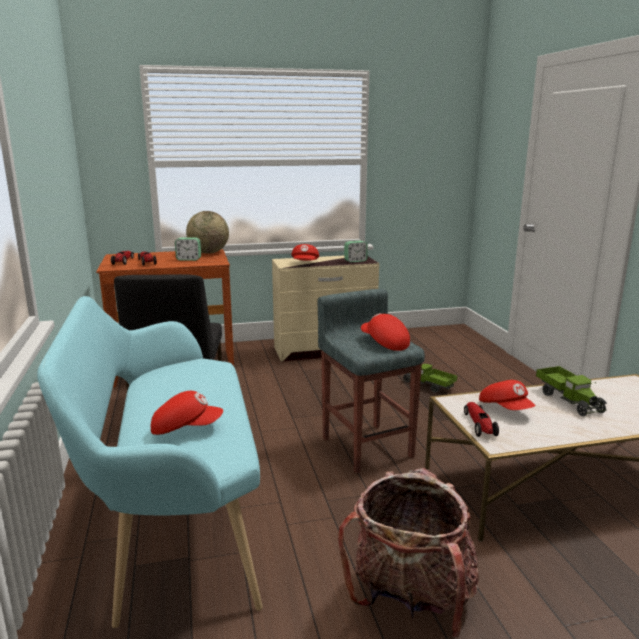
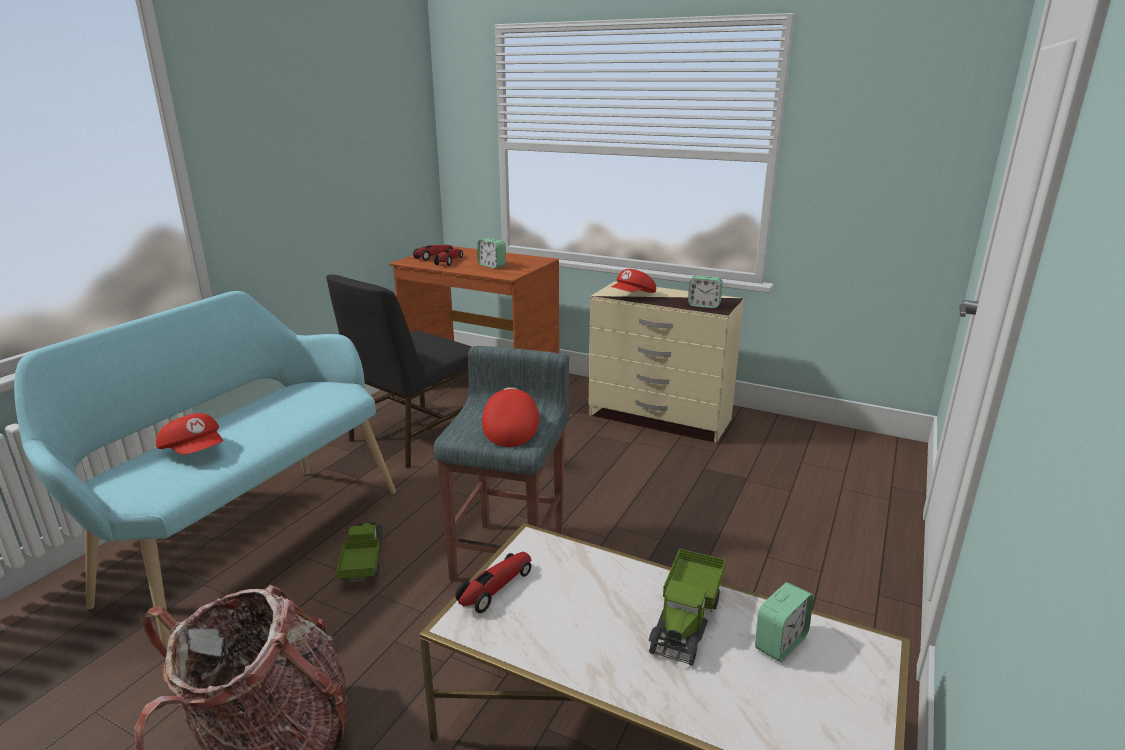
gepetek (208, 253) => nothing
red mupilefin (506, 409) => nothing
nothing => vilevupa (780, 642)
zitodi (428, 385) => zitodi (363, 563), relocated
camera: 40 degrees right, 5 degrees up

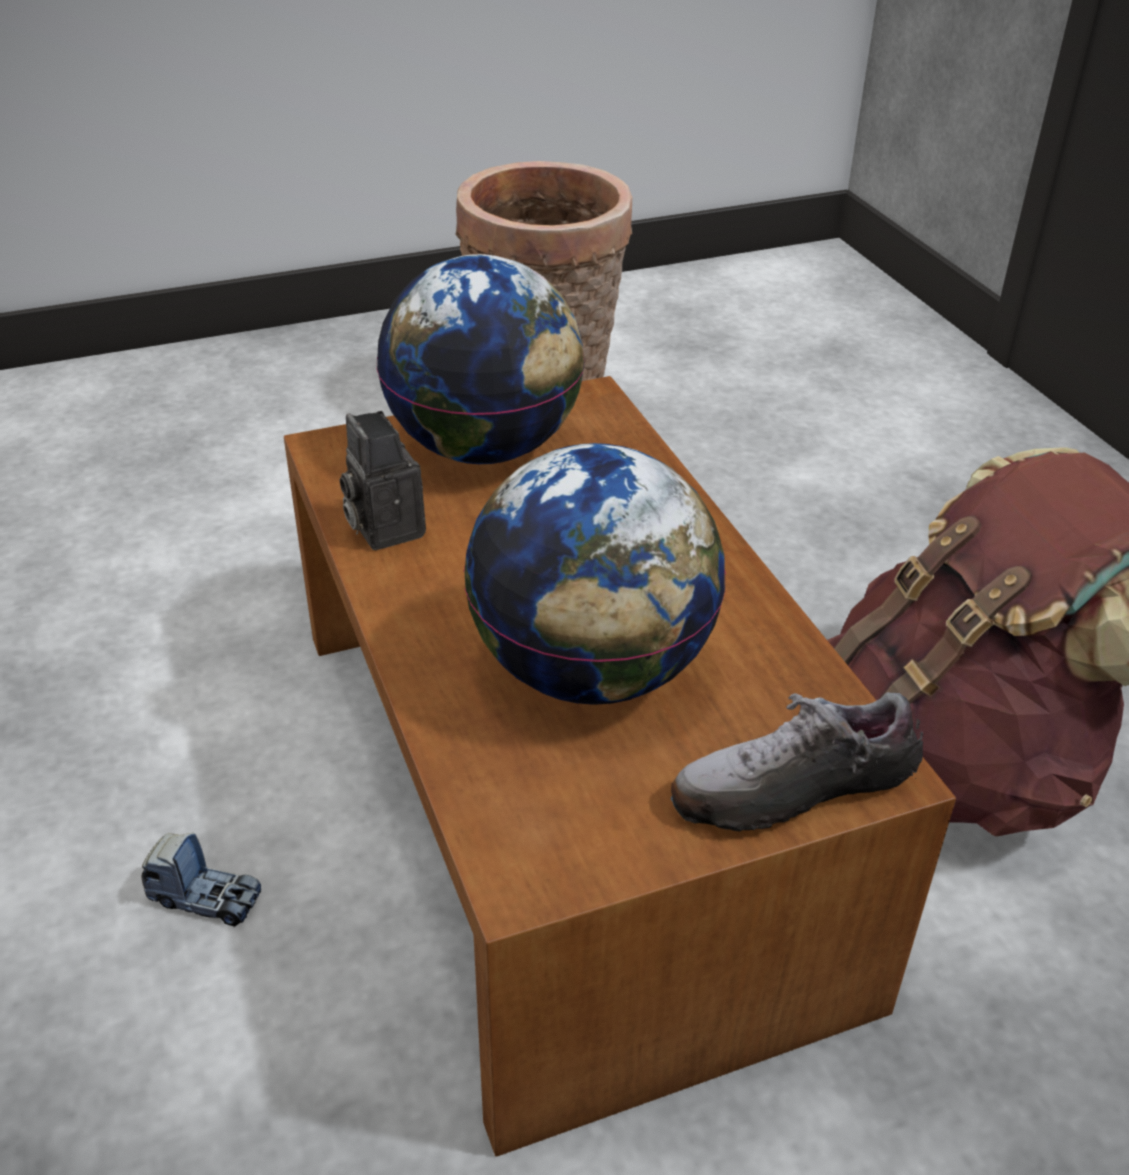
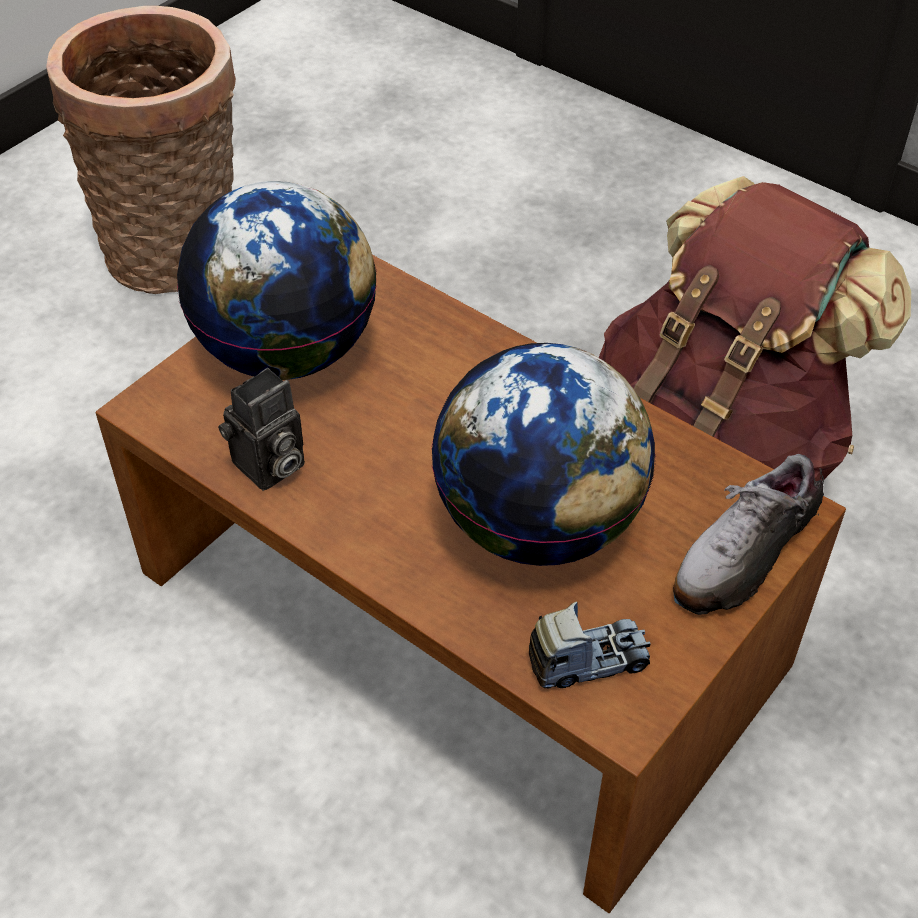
zitodi (205, 897) => zitodi (588, 661), relocated
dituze (383, 527) => dituze (268, 468), 75 degrees counterclockwise
camera: 30 degrees left, 10 degrees up

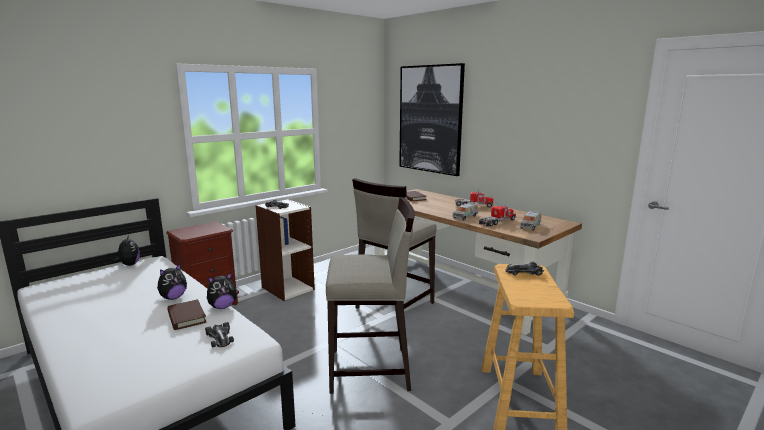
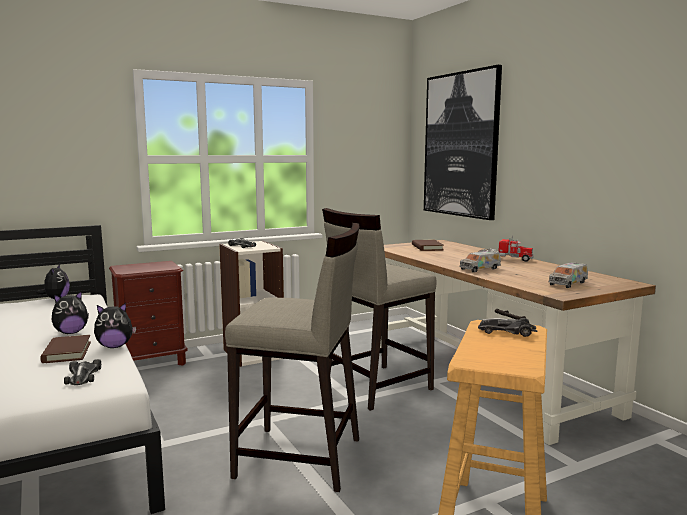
zitodi (497, 222) => nothing
camera: 15 degrees right, 5 degrees down

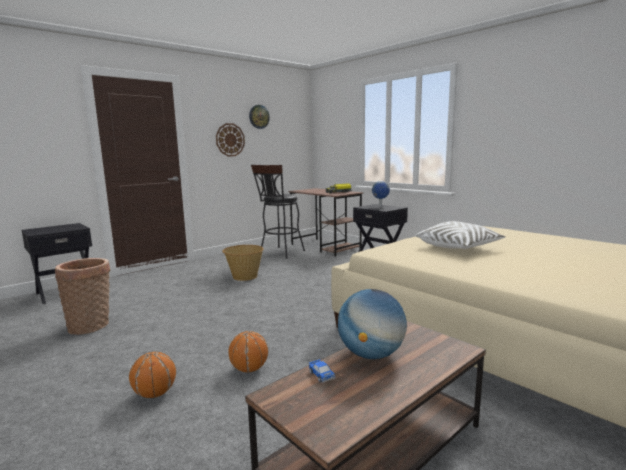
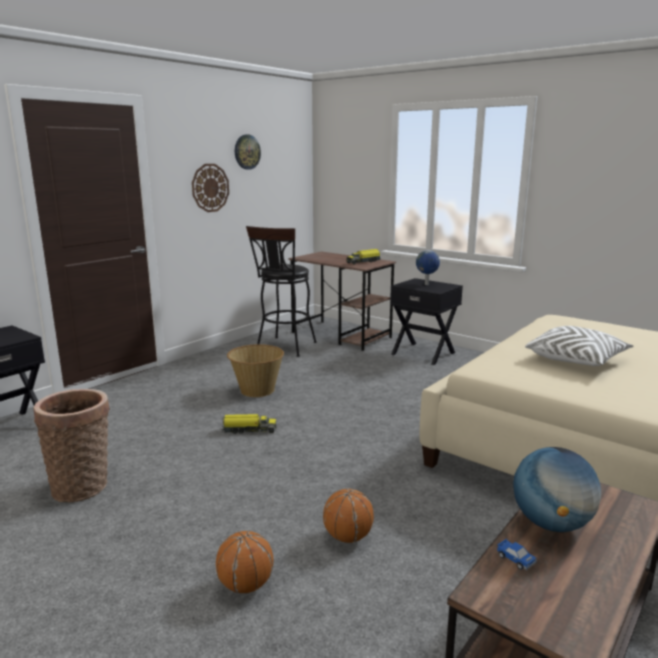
nothing => zitodi (249, 430)
camera: 10 degrees left, 5 degrees up

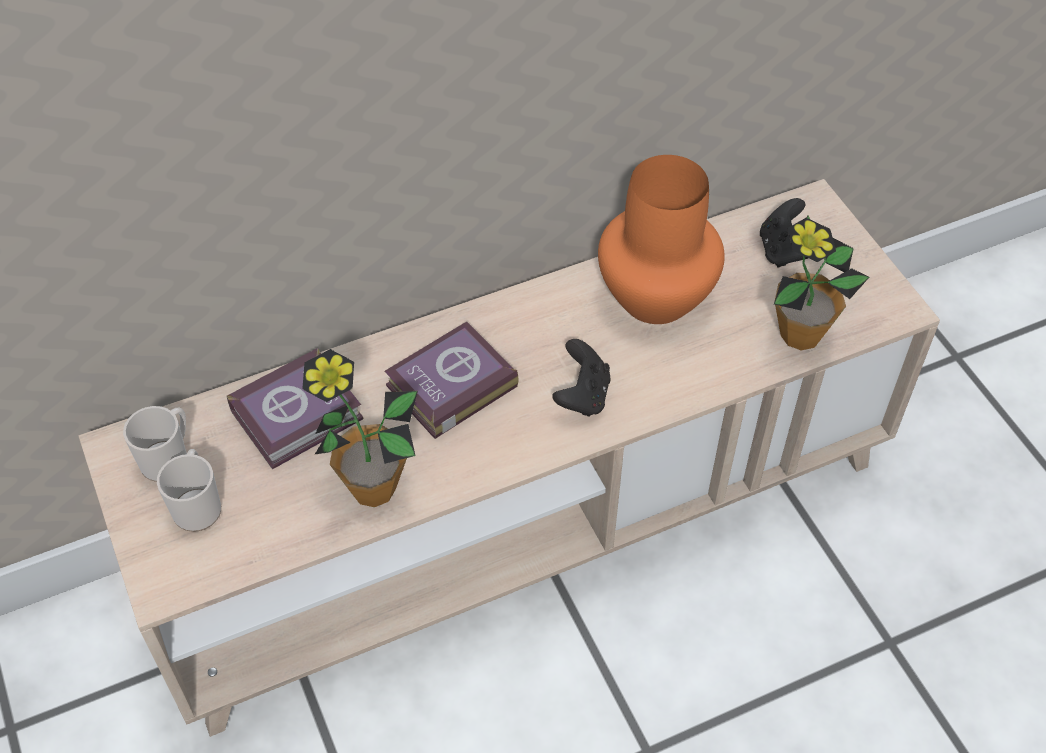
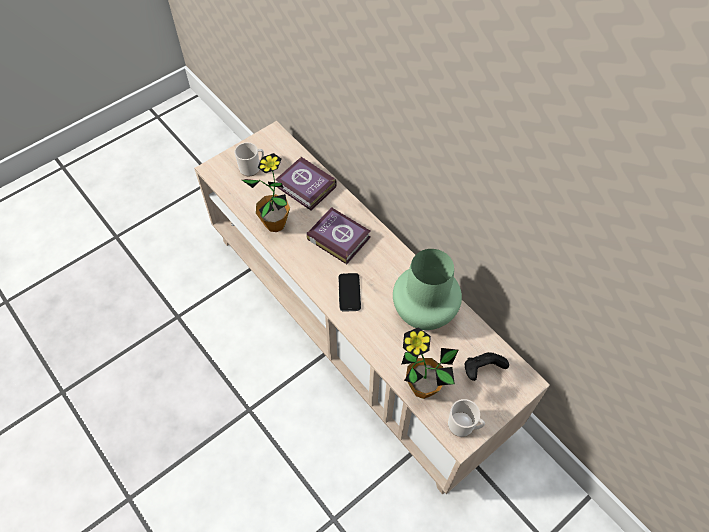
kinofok (168, 458) => kinofok (463, 426), relocated
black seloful (582, 395) => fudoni (349, 292)
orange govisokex (657, 296) => green govisokex (424, 313)
camera: 75 degrees right, 5 degrees up

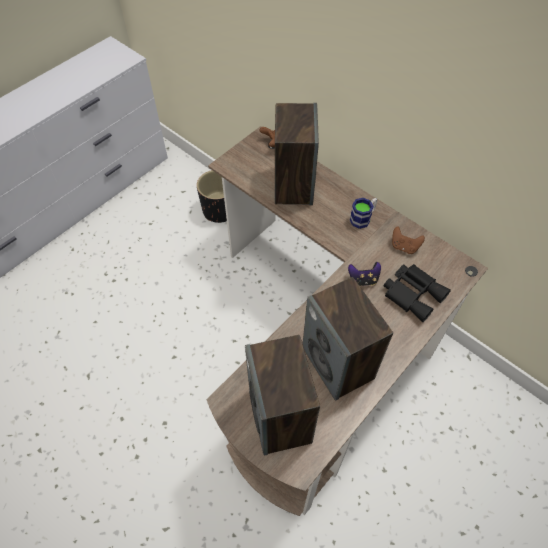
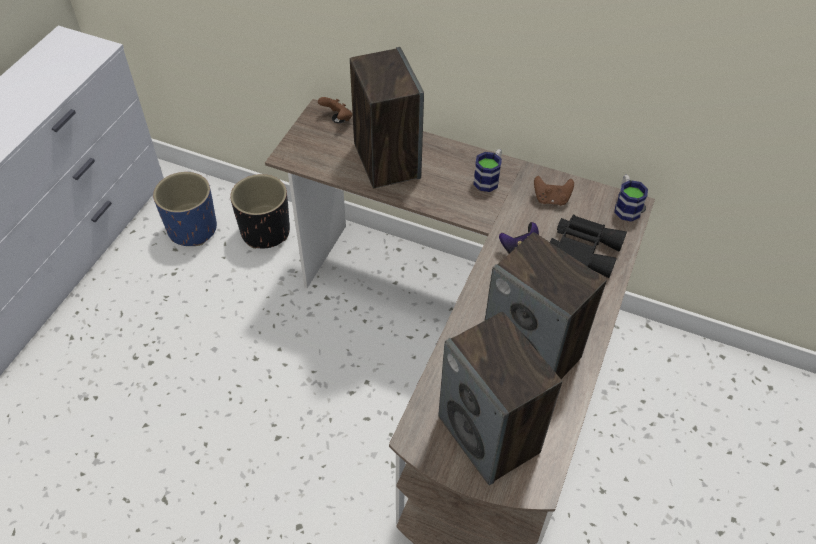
nothing => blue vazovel (192, 229)
nothing => kinofok (625, 206)
camera: 20 degrees left, 5 degrees down

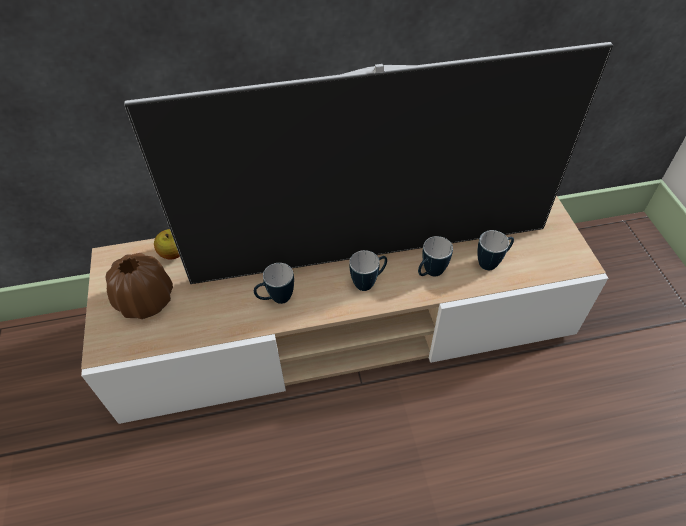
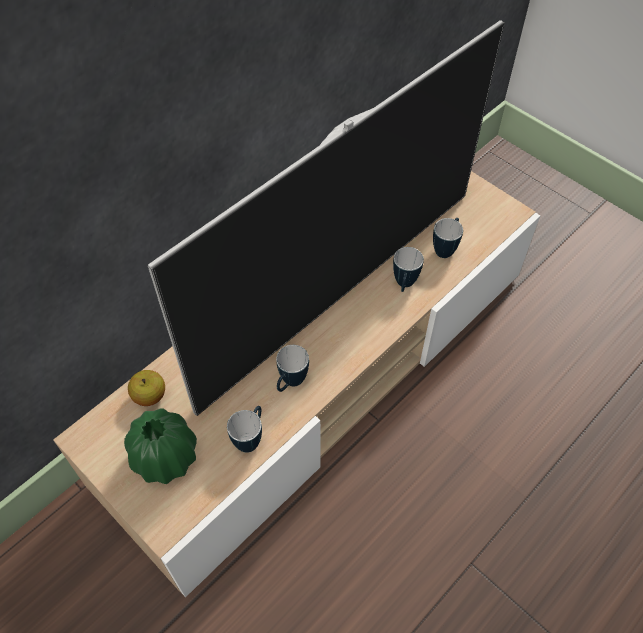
kinofok (368, 282) => kinofok (250, 438), relocated
brown govisokex (146, 301) => green govisokex (165, 458)
camera: 35 degrees left, 5 degrees up

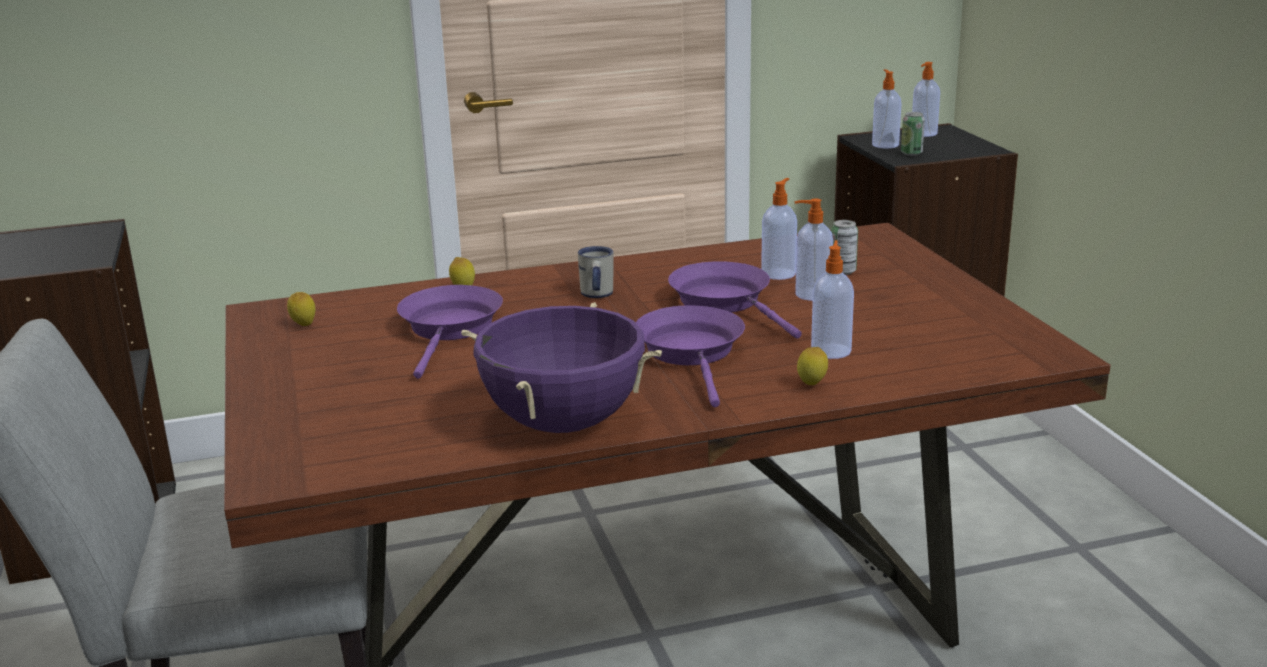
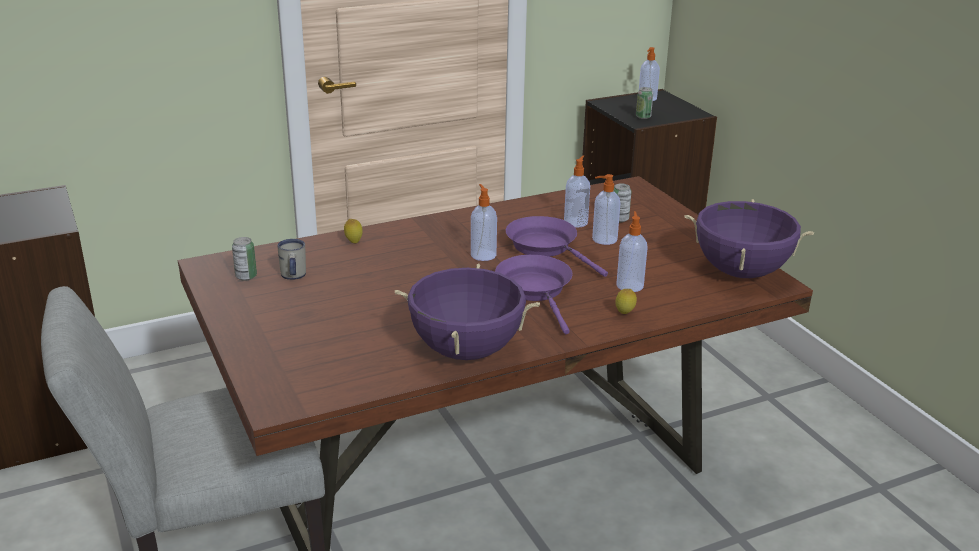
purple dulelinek (450, 329) => nothing
nothing => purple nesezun (740, 272)
white kinofok (596, 295) => white kinofok (293, 277), relocated
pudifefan (885, 145) => pudifefan (483, 254), relocated
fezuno (303, 325) => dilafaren (246, 276)
camera: 10 degrees left, 5 degrees up

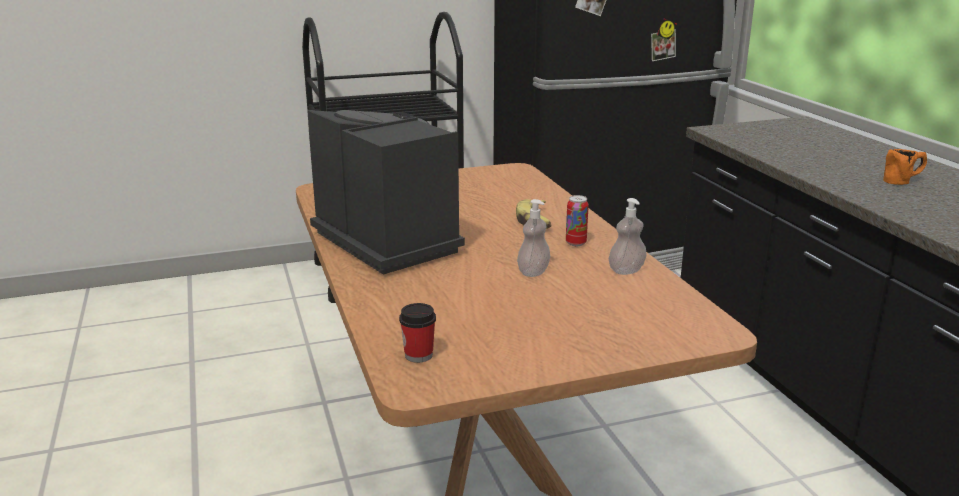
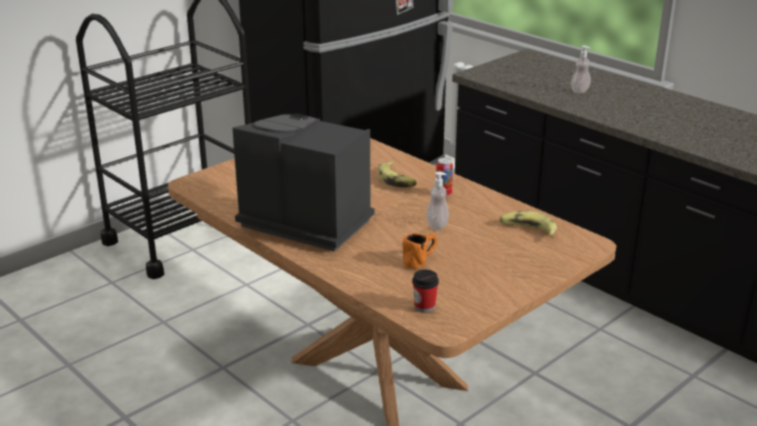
nothing => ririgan (528, 230)
pudifefan (626, 270) => pudifefan (579, 91), relocated
orange kinofok (903, 181) => orange kinofok (420, 261), relocated
camera: 25 degrees left, 5 degrees up

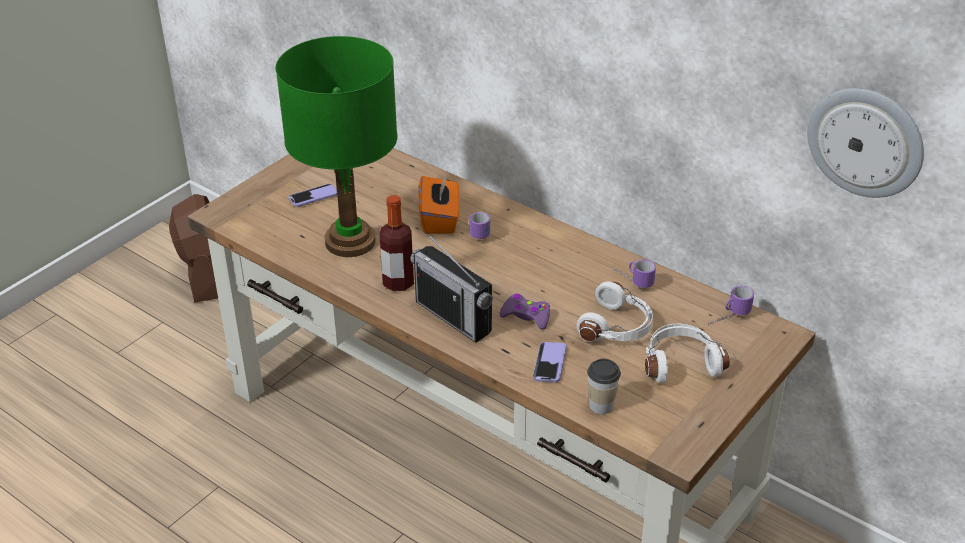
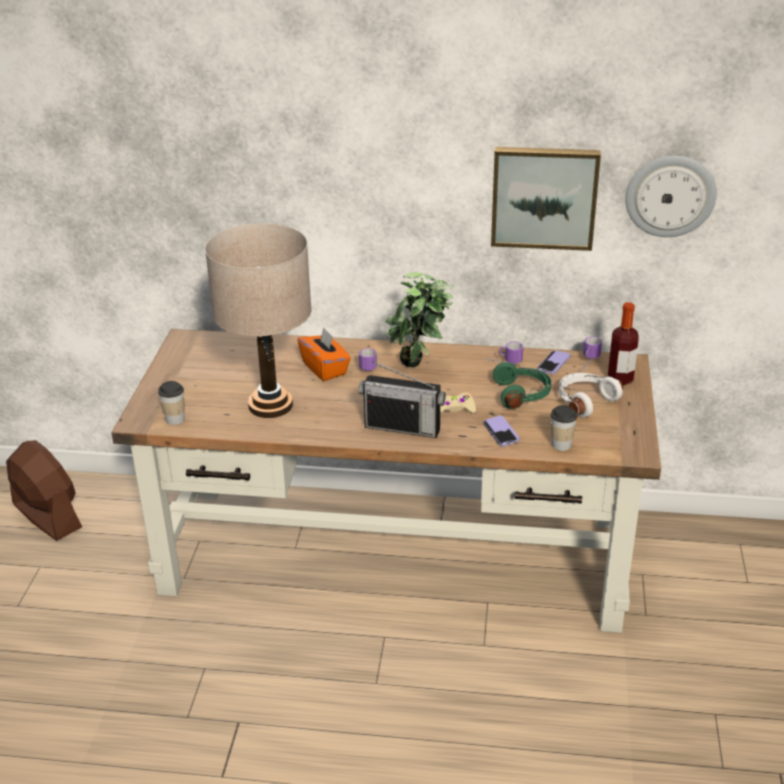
nothing => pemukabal (175, 419)
nothing => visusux (420, 369)
nothing => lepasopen (544, 196)
fudoni (313, 197) => fudoni (553, 363), relocated
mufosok (398, 282) => mufosok (620, 379), relocated
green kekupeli (349, 241) => beige kekupeli (270, 405)
purple seloful (526, 316) => beige seloful (454, 409)
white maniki (617, 327) => green maniki (522, 394)
camera: 30 degrees left, 5 degrees down

